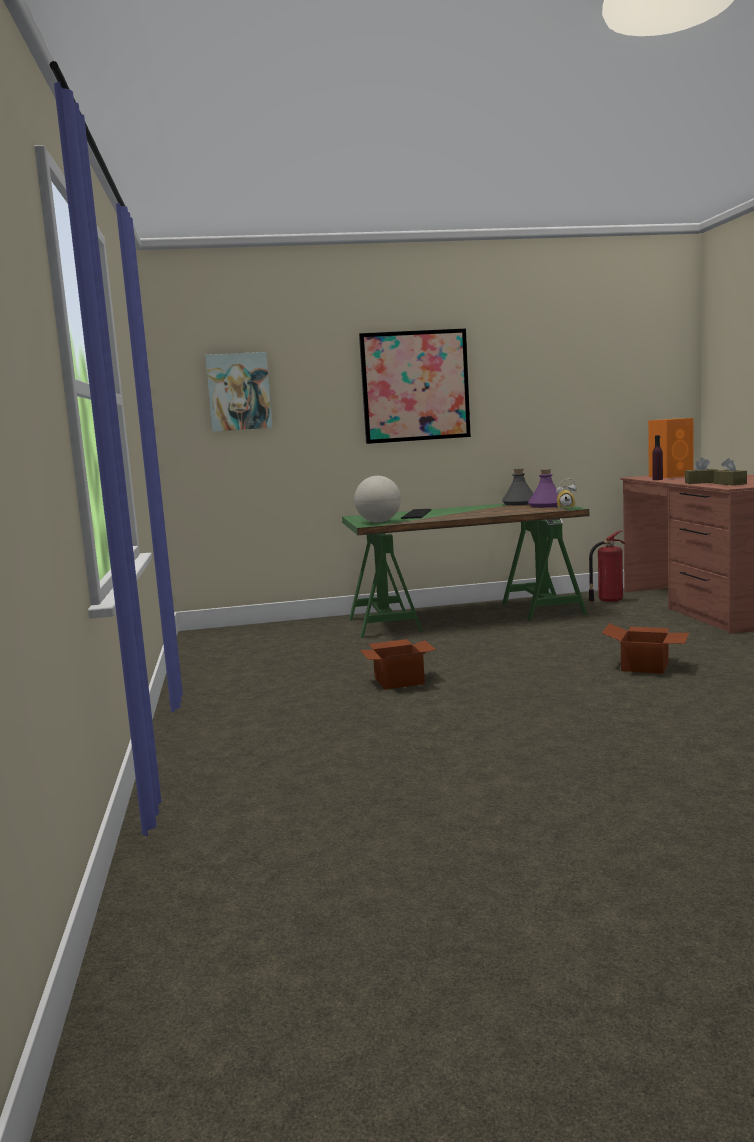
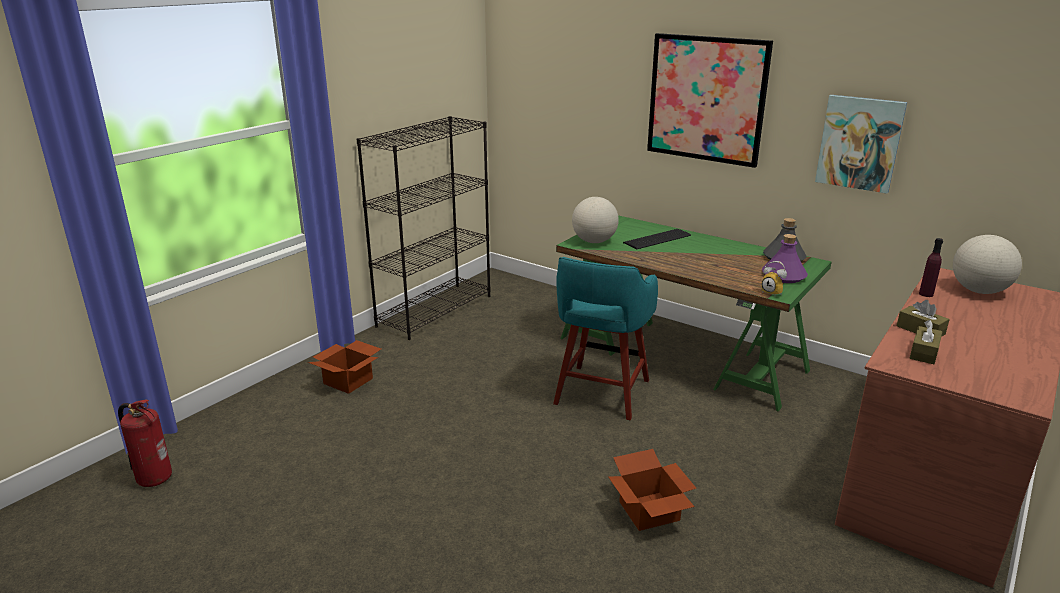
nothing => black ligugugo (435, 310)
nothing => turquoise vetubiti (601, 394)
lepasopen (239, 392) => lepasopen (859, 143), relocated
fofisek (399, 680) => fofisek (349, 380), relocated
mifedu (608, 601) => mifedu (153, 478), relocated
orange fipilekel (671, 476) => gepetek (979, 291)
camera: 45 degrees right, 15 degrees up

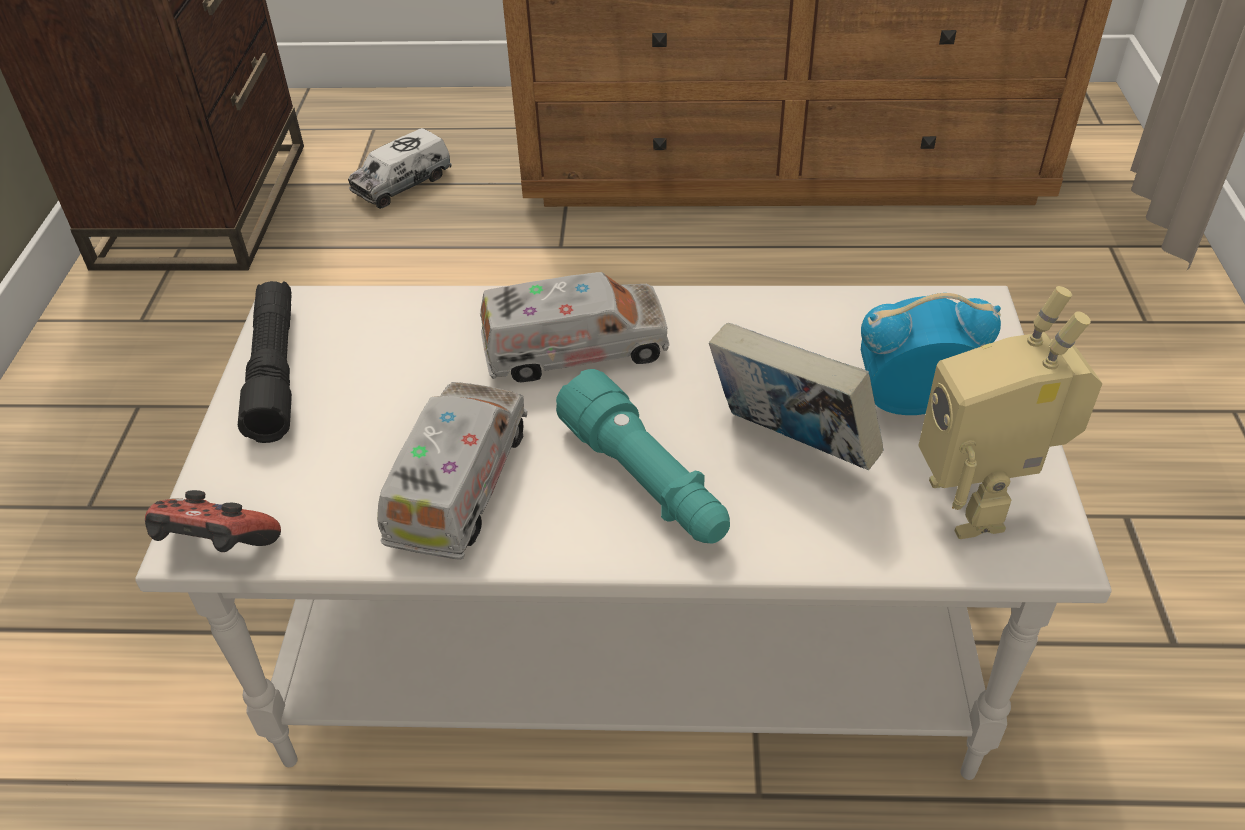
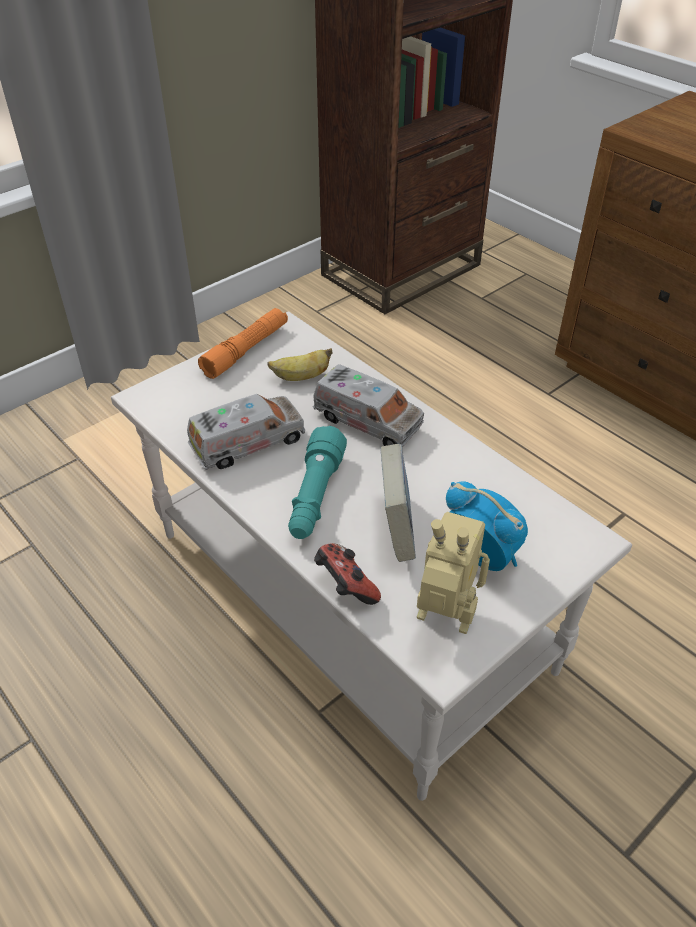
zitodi (402, 184) => nothing
nothing => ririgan (301, 377)
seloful (217, 549) => seloful (345, 587), relocated
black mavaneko (274, 371) => orange mavaneko (246, 350)
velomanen (981, 502) => velomanen (442, 622), 75 degrees clockwise
camera: 45 degrees right, 0 degrees up

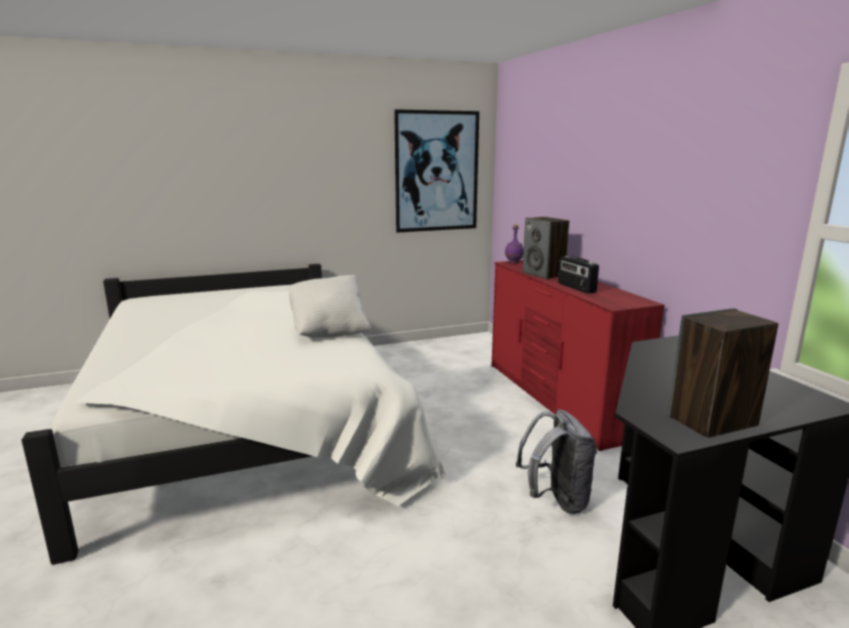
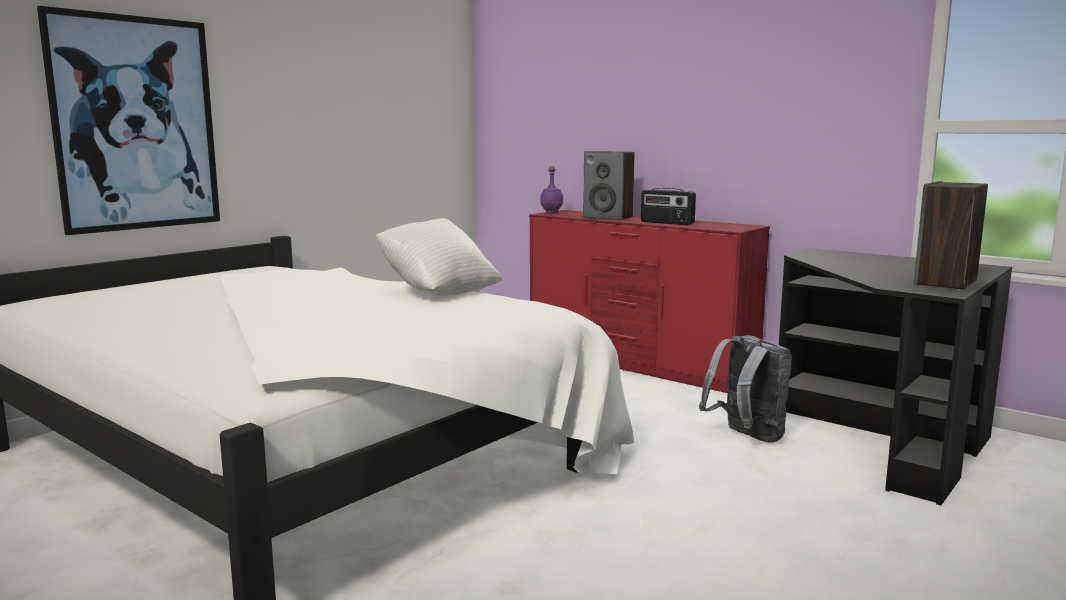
lepasopen (436, 172) => lepasopen (136, 124), relocated
camera: 30 degrees left, 5 degrees down

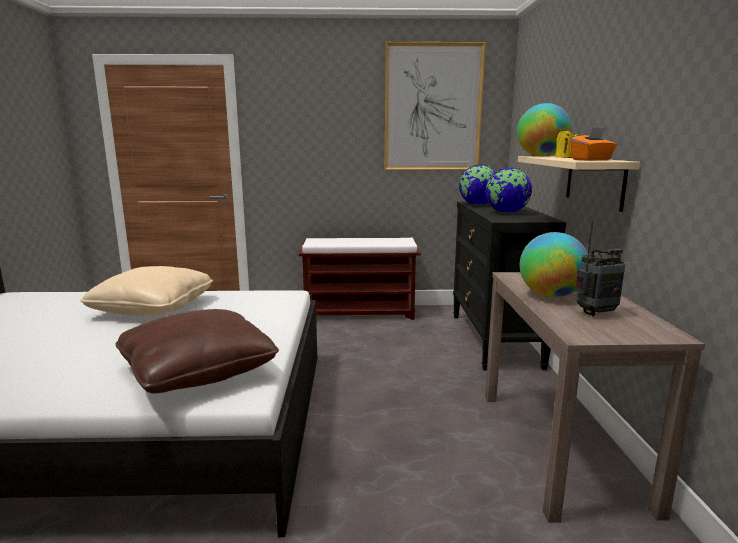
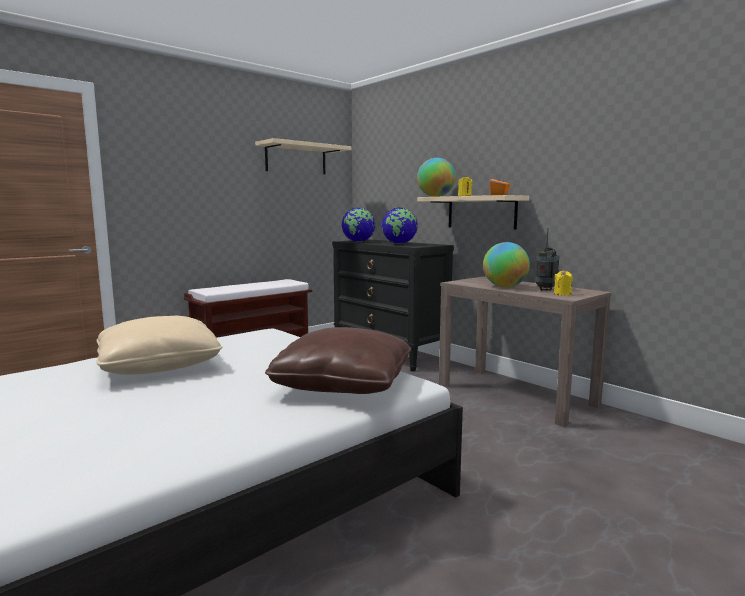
nothing => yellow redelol (562, 294)
lepasopen (433, 108) => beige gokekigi (296, 159)
camera: 40 degrees left, 5 degrees down

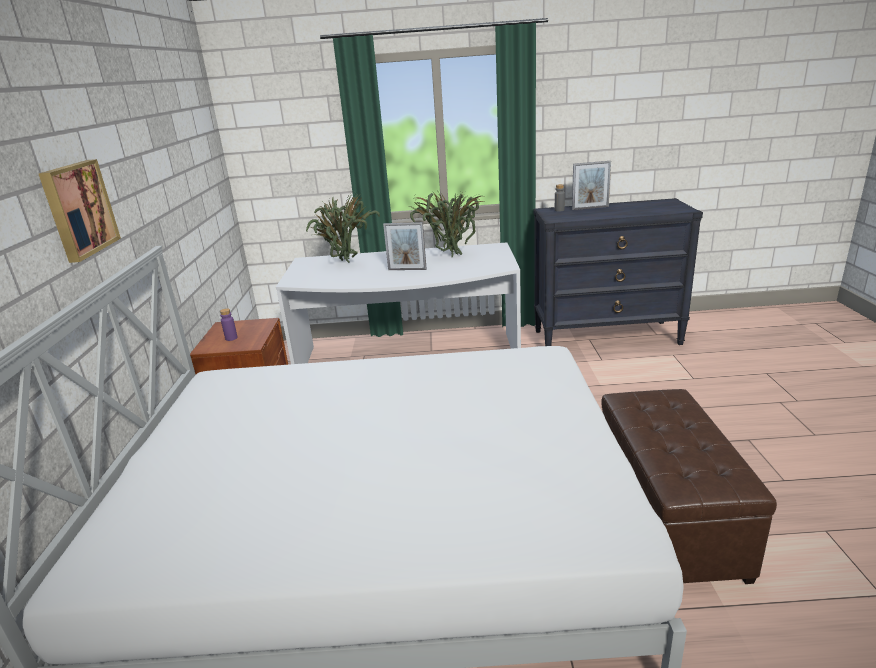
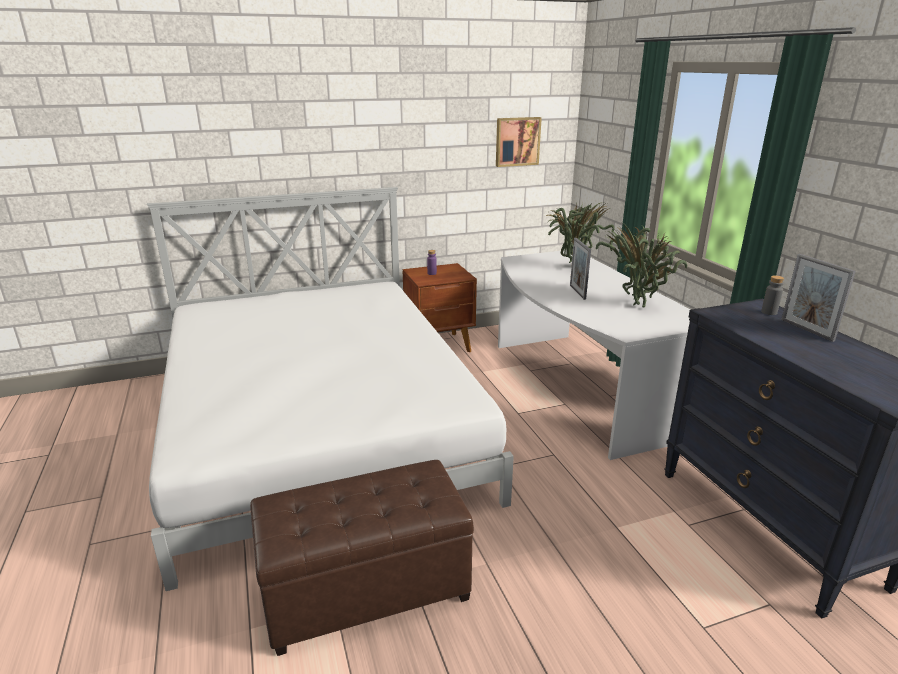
lepasopen (78, 209) => lepasopen (517, 141), relocated
camera: 70 degrees right, 0 degrees up

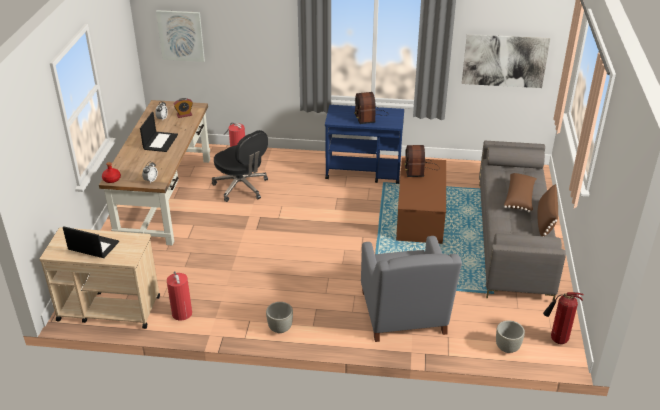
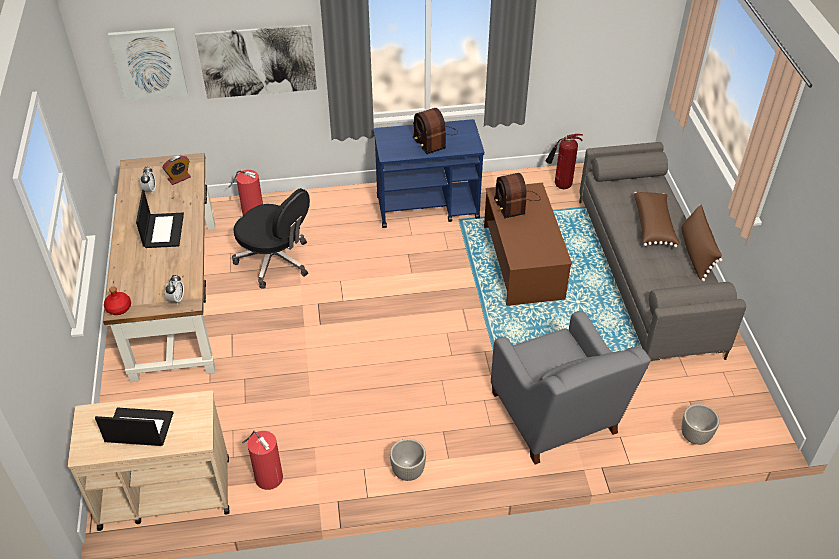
lepasopen (504, 61) => lepasopen (257, 61), relocated
mifedu (556, 339) => mifedu (560, 186), relocated
camera: 15 degrees left, 10 degrees up

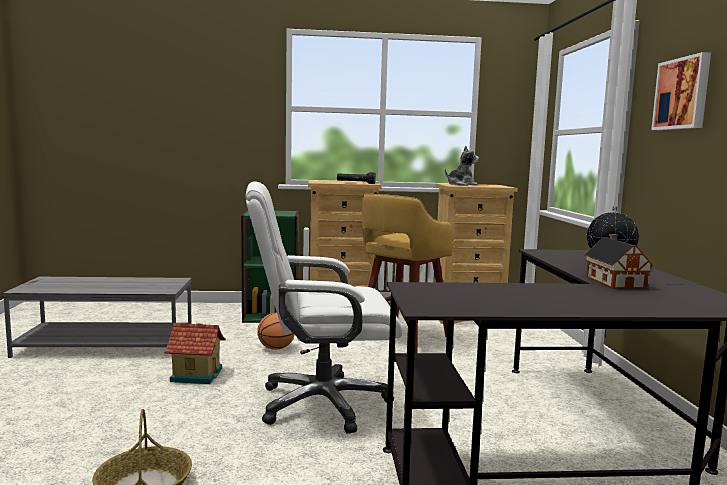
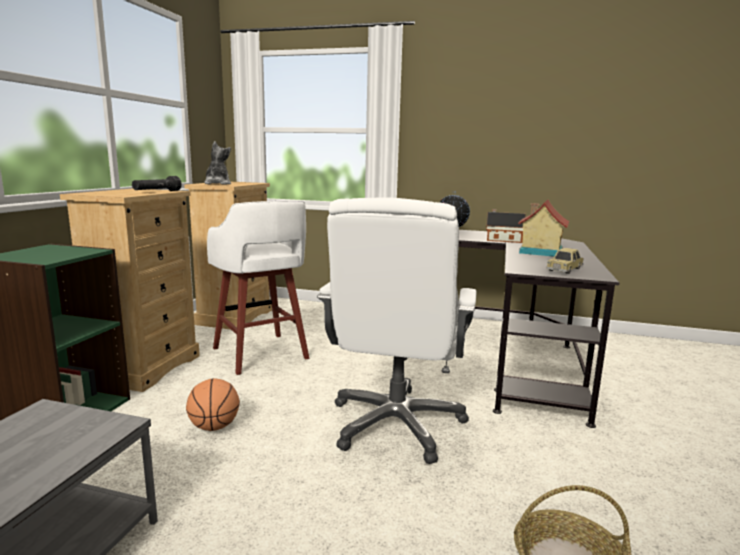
lepasopen (683, 94) => nothing
nothing => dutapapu (564, 269)
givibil (197, 374) => givibil (539, 251), relocated
yellow vetubiti (401, 338) => white vetubiti (261, 354)
camera: 70 degrees left, 5 degrees up

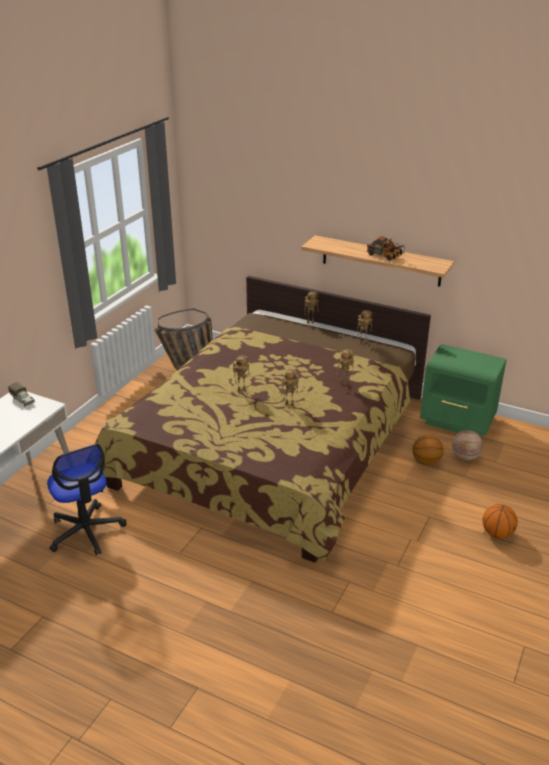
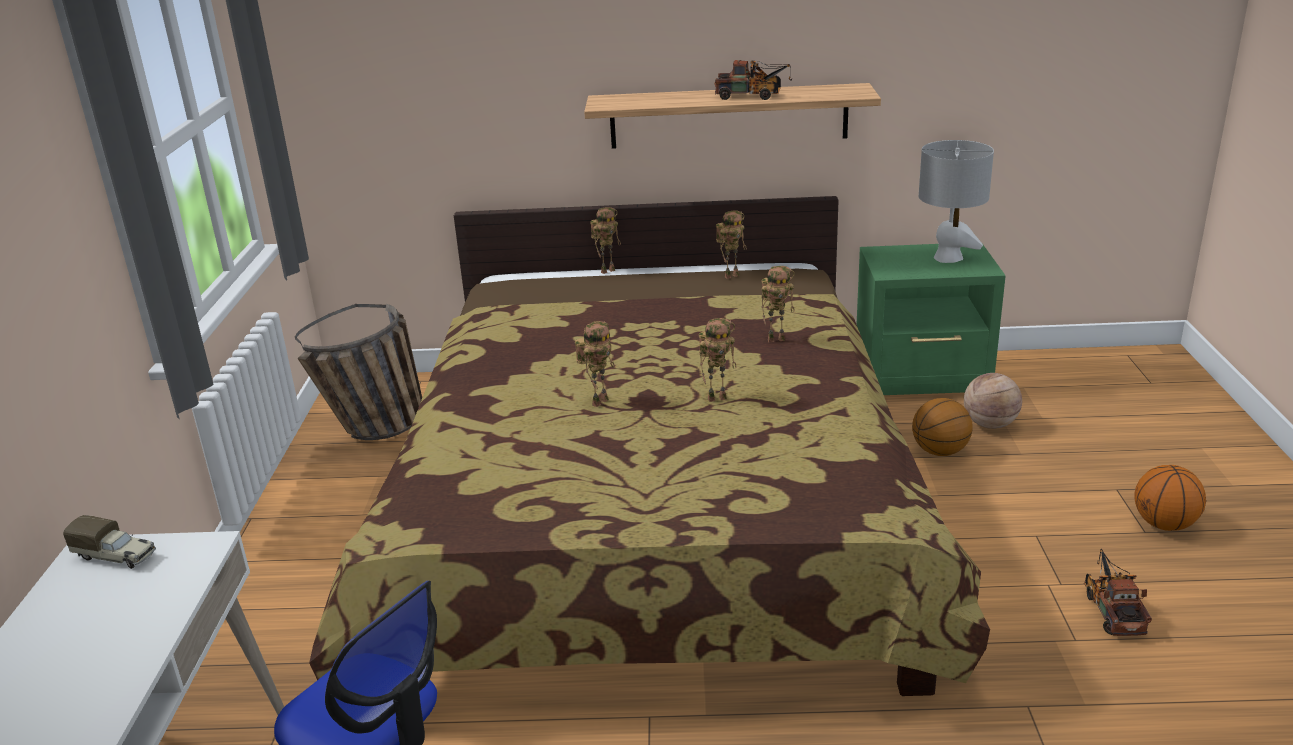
nothing => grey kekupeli (948, 258)
nothing => zitodi (1112, 609)
camera: 25 degrees left, 5 degrees down

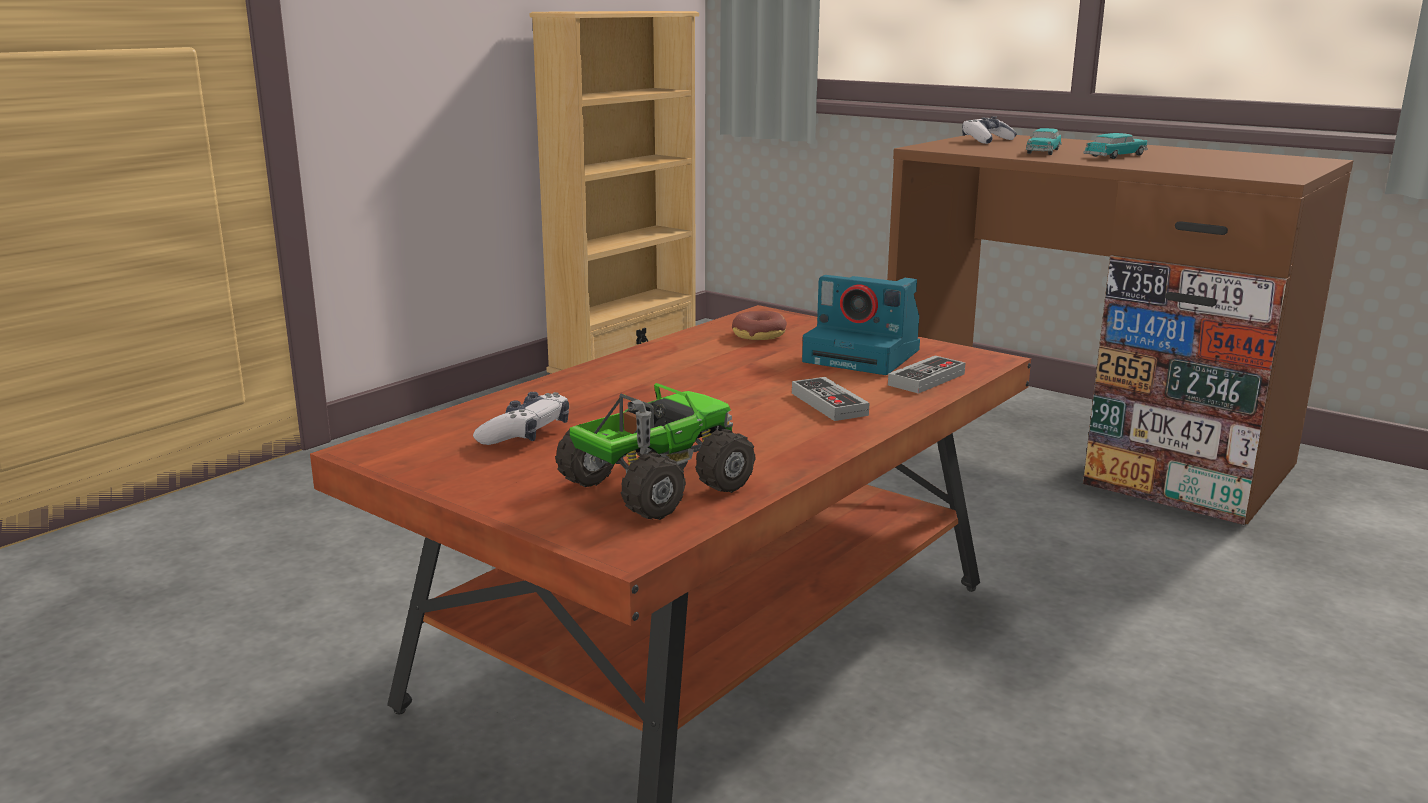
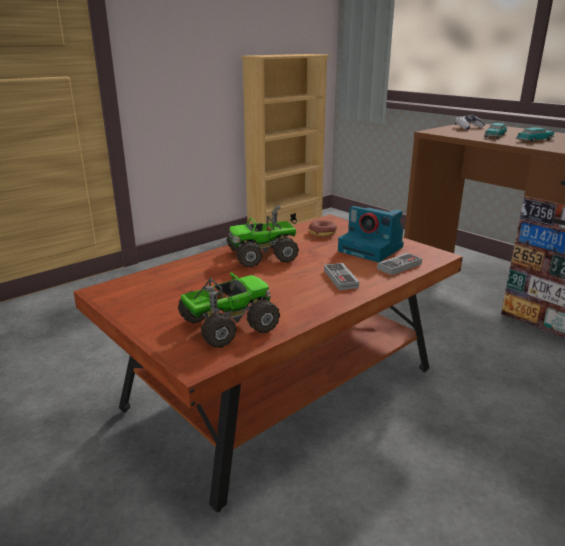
seloful (526, 434) => nothing
nothing => zitodi (263, 255)
camera: 10 degrees right, 5 degrees up

